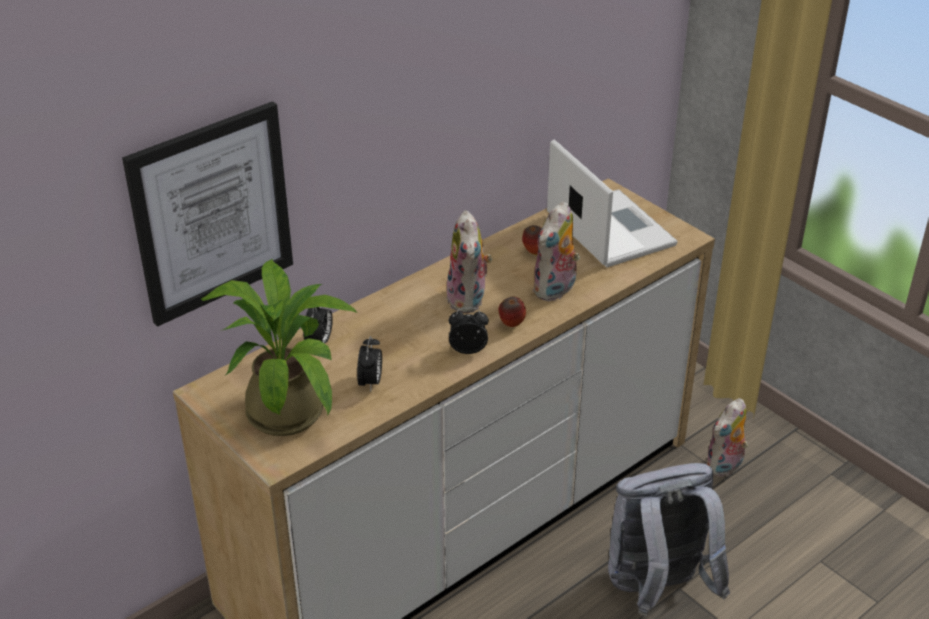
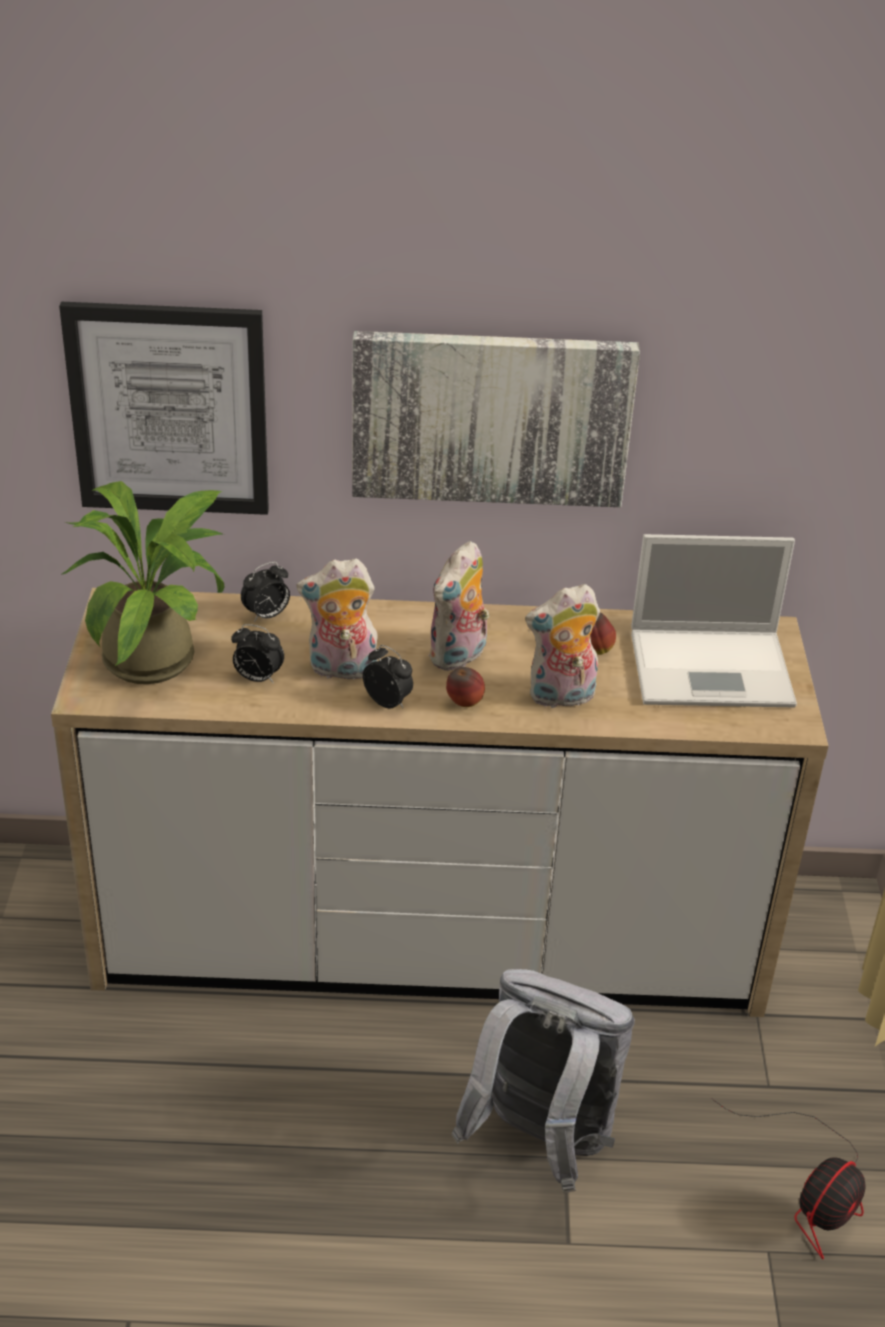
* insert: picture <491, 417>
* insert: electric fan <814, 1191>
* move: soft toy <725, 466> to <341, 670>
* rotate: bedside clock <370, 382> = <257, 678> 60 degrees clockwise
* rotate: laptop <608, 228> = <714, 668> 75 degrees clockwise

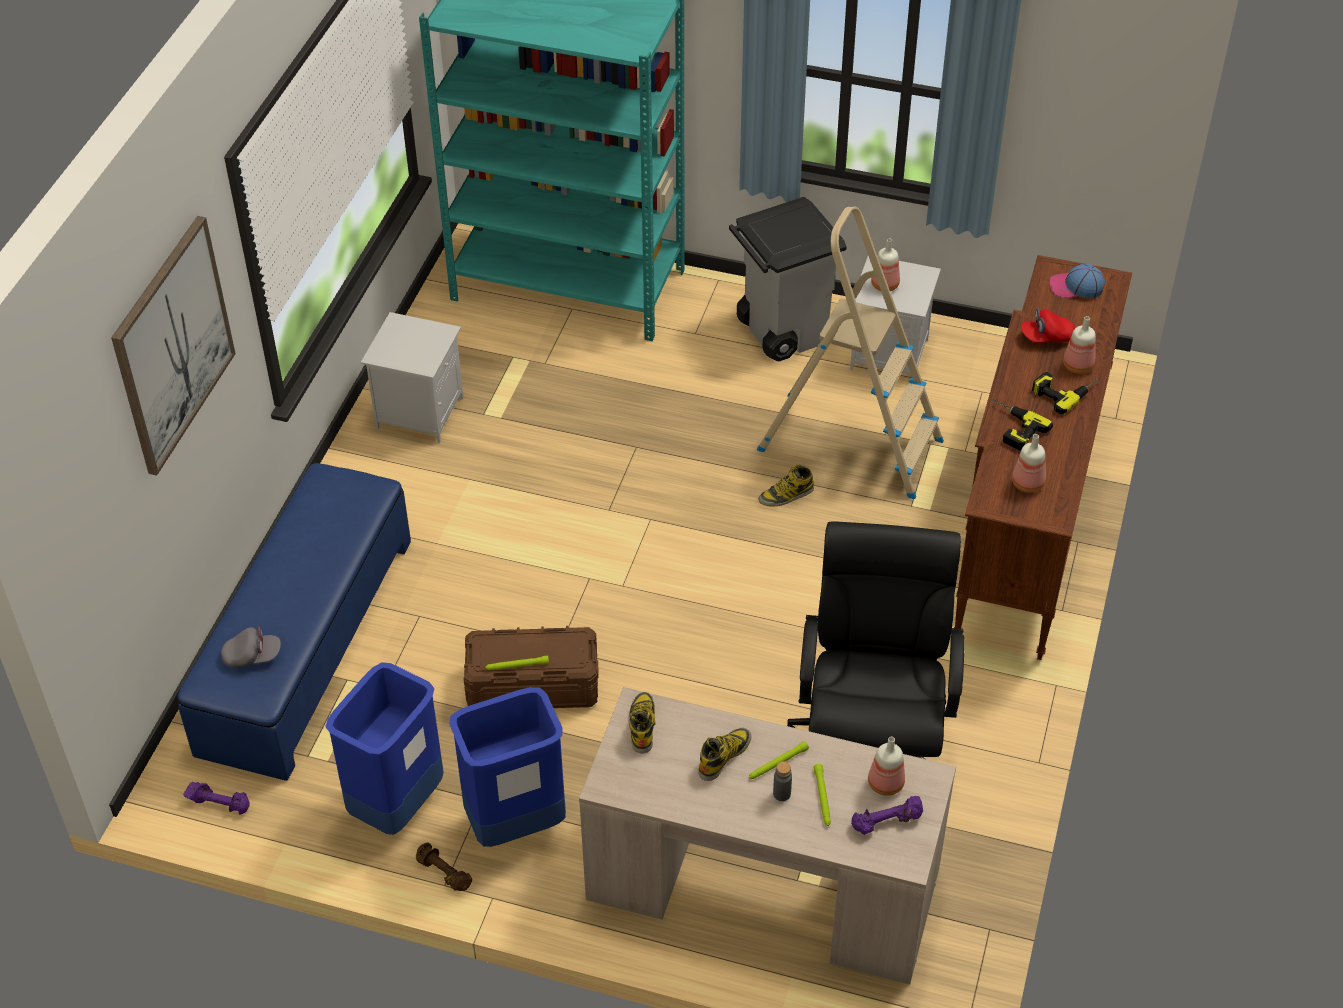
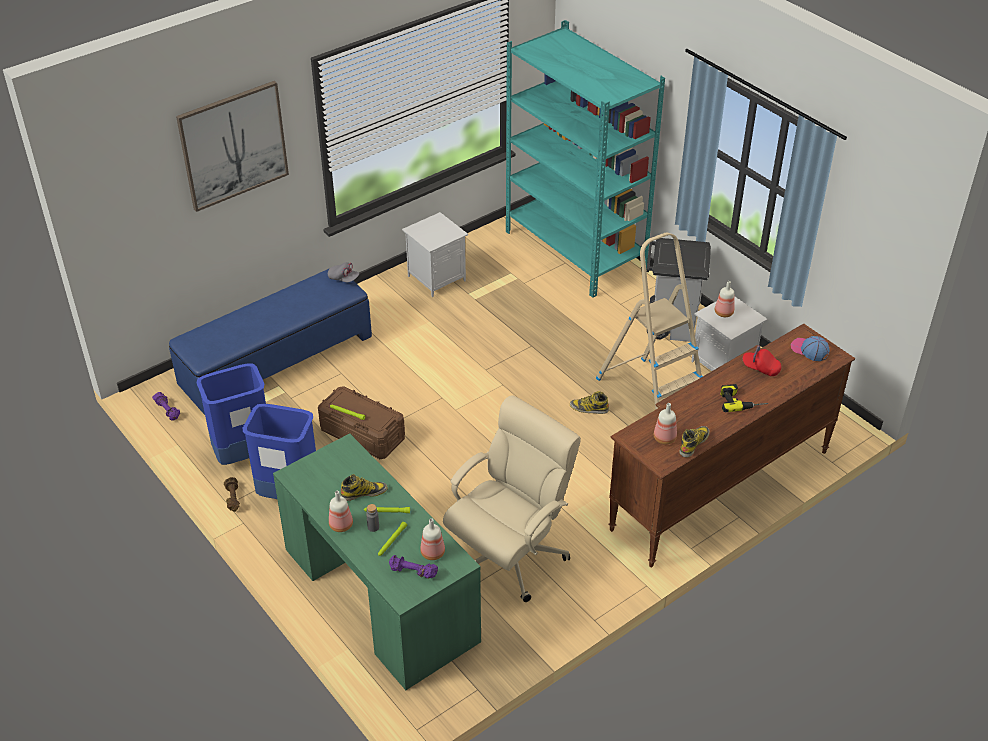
* delete: power drill <1012, 428>
* move: gray peaked cap <252, 656> to <343, 279>
* move: high-top boot <642, 725> to <694, 443>
* move: beverage bottle <1077, 365> to <341, 524>
* recolor: sand-coloured desk table <762, 882> to green-coloured desk table <380, 593>
* recolor: black-coloured office chair <871, 742> to sand-coloured office chair <509, 557>

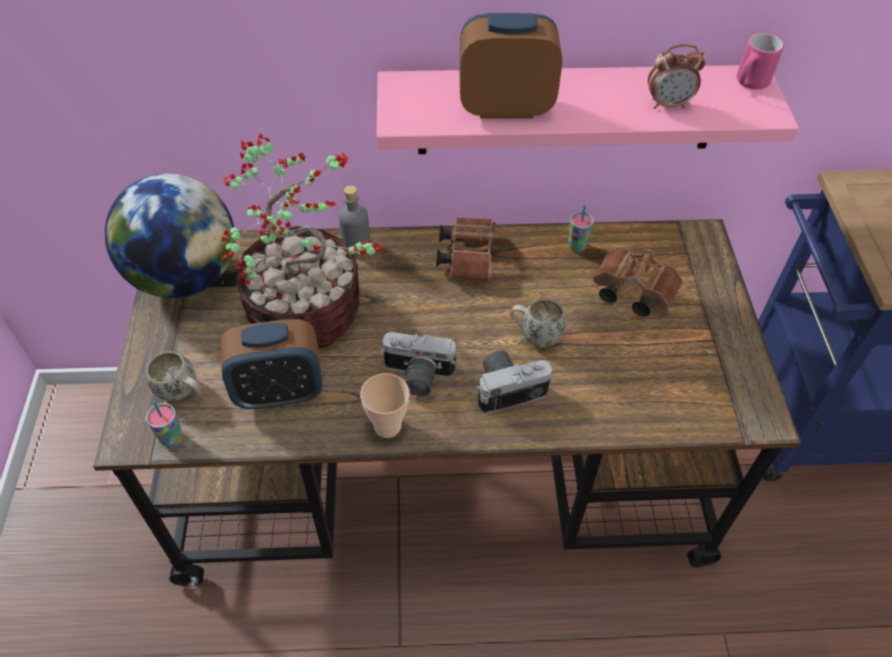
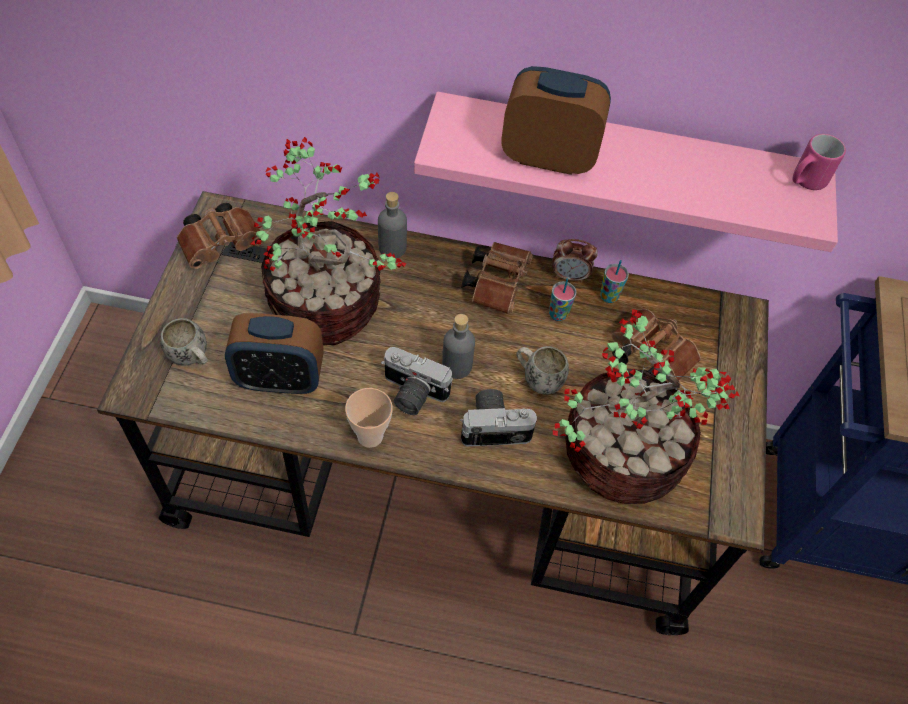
* insert: gray beverage bottle <456, 366>
* insert: plant in a pot <618, 454>
* move: small cup <172, 439> to <558, 314>
* move: bedside clock <668, 104> to <569, 276>
* replace: desk globe <186, 277> to brownish pair of binoculars <223, 244>

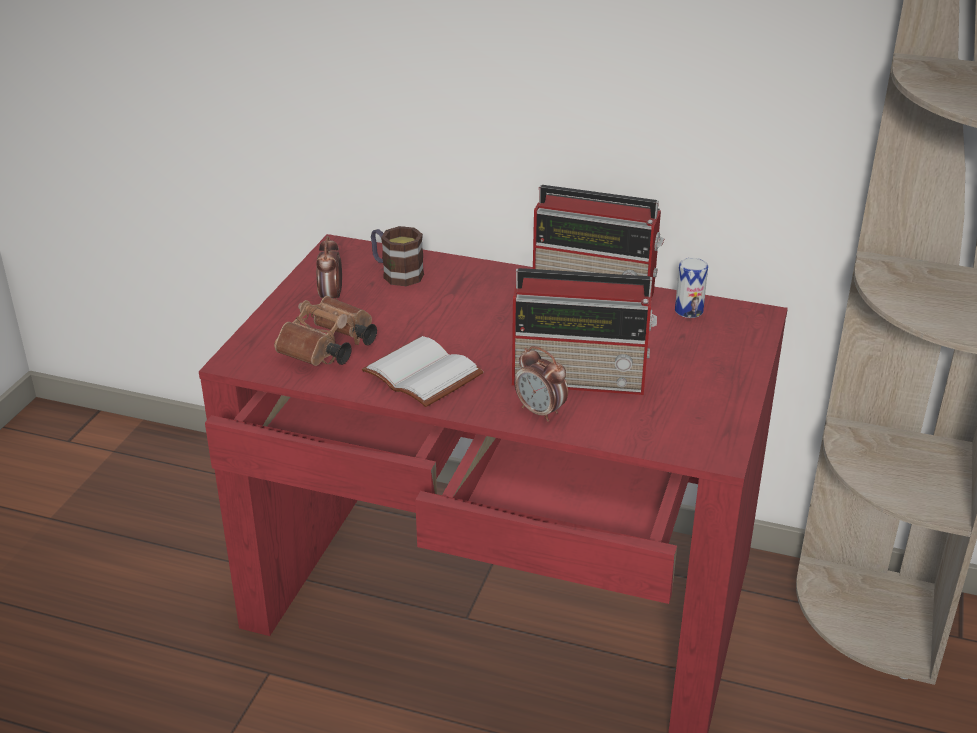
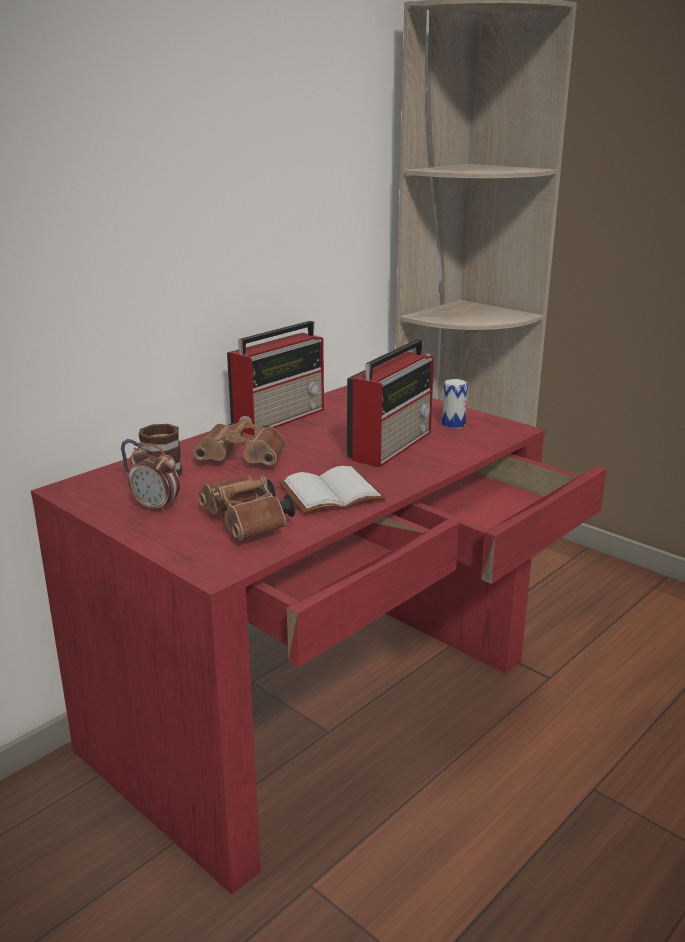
* delete: bedside clock <540, 412>
* insert: brownish pair of binoculars <244, 460>
* move: metal can <689, 310> to <453, 424>

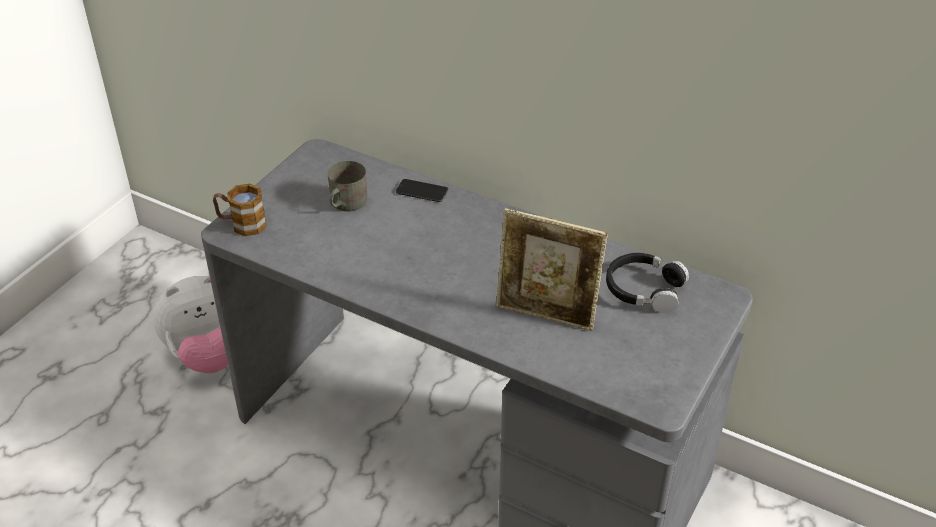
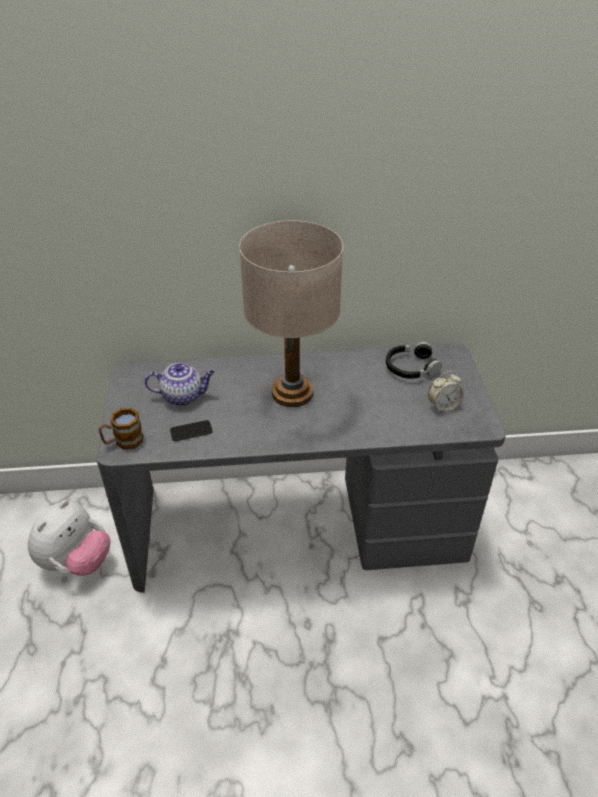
* delete: picture frame <546, 315>
* insert: sand-coloured lamp for a table <292, 393>
* insert: bedside clock <443, 406>
* move: telephone <422, 191> to <191, 431>
* replace: gray mug <345, 203> to pot for tea <183, 396>

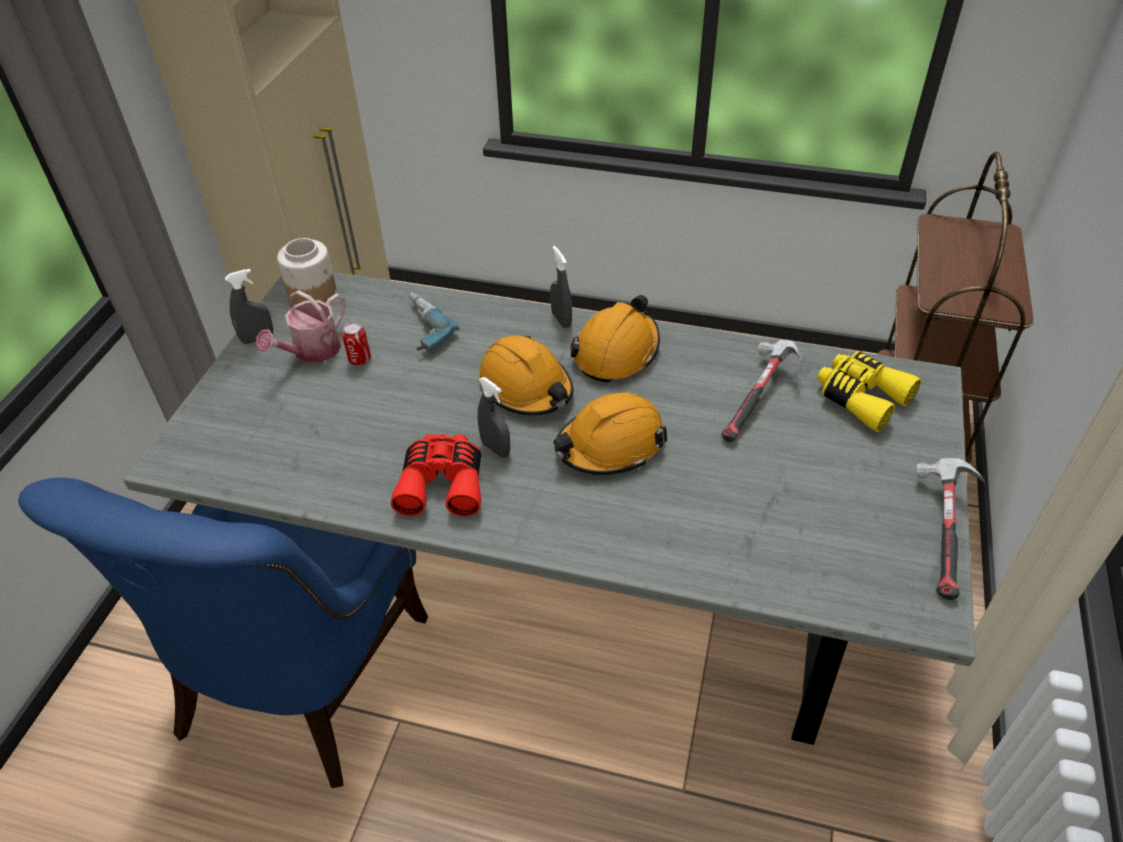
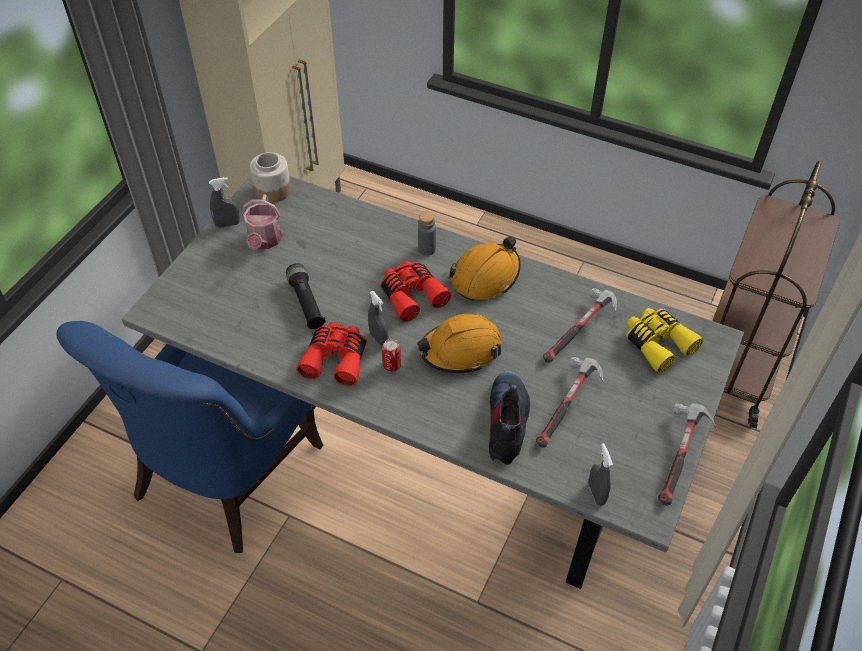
* delete: power drill <420, 328>
* insert: black-coloured torch <306, 303>
* insert: gray beverage bottle <427, 249>
* insert: high-top boot <507, 423>
* insert: hammer <567, 406>
* move: metal can <359, 359> to <392, 365>
* move: gray spray bottle <561, 319> to <596, 494>
* replace: orangey safety helmet <526, 387> to reddish pair of binoculars <412, 295>
* rotate: sprinkling can <312, 351> = <264, 241> 45 degrees counterclockwise

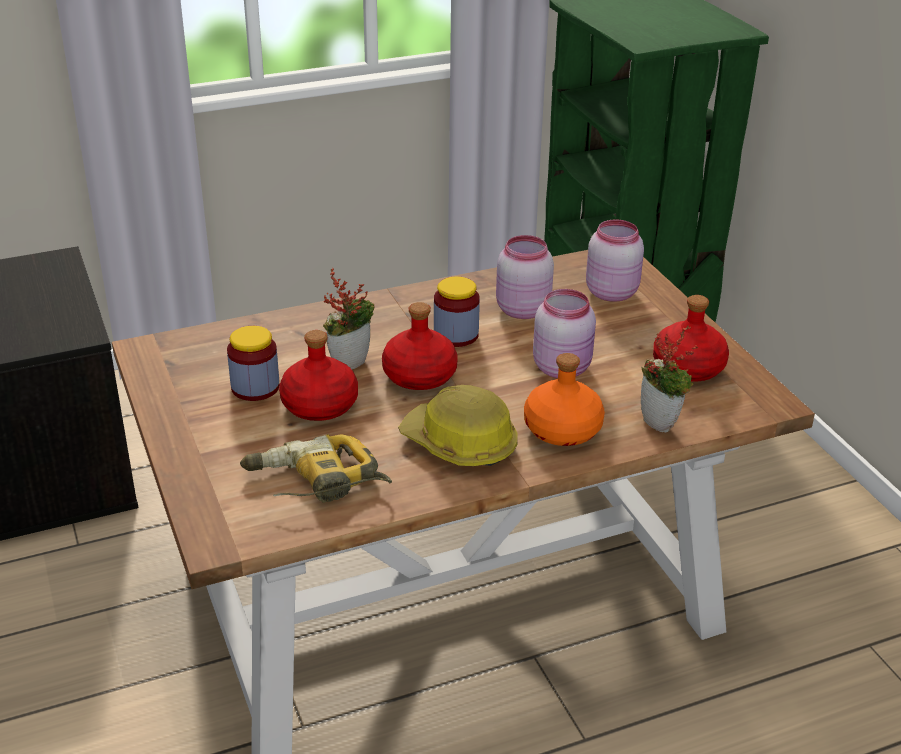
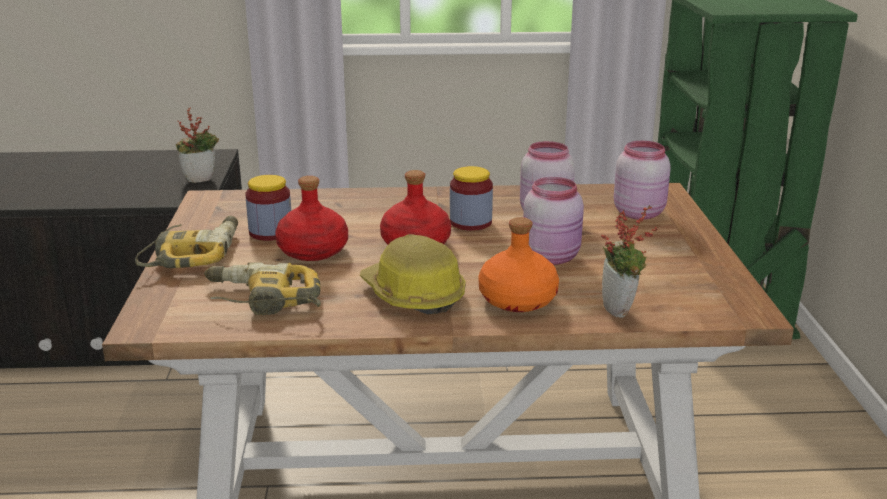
* delete: reddish beverage bottle <689, 368>
* insert: power drill <193, 253>
* move: plant in a pot <350, 361> to <201, 179>

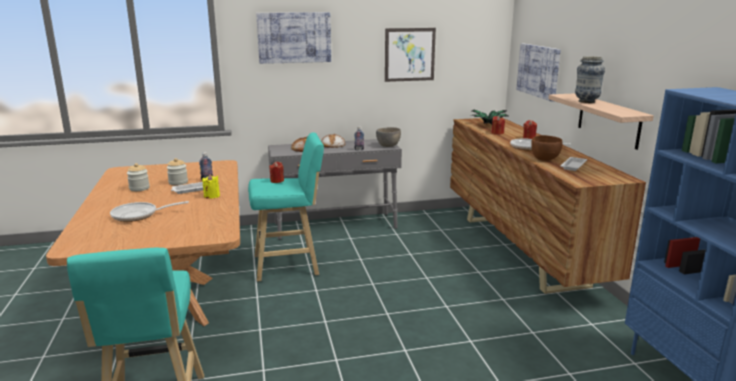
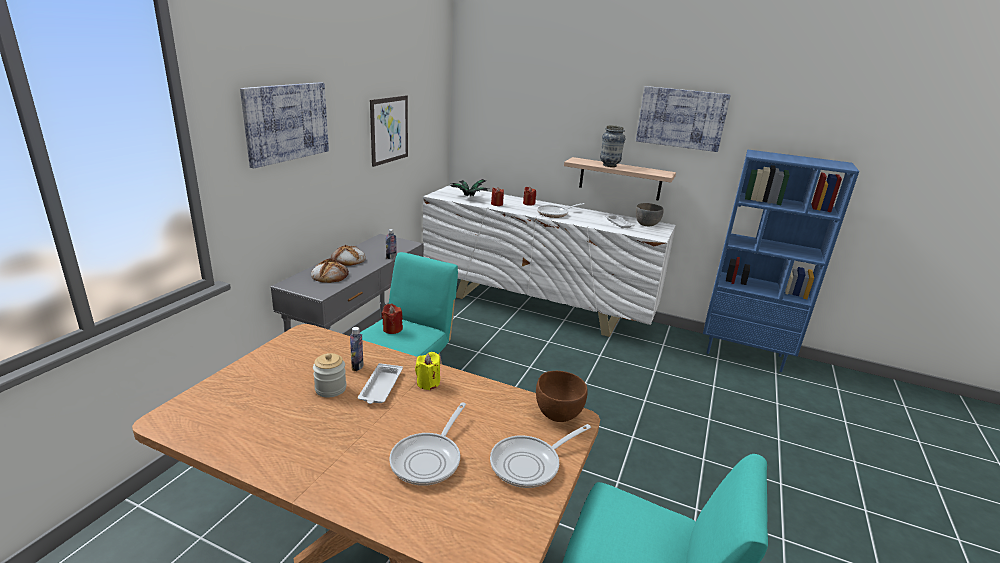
* delete: jar <139, 188>
* insert: skillet <530, 464>
* move: gray deep dish <388, 146> to <647, 225>
* move: picture <538, 71> to <681, 118>
* move: brownish deep dish <545, 159> to <558, 414>
* recolor: brownish storage cabinet <521, 249> to white storage cabinet <536, 307>

